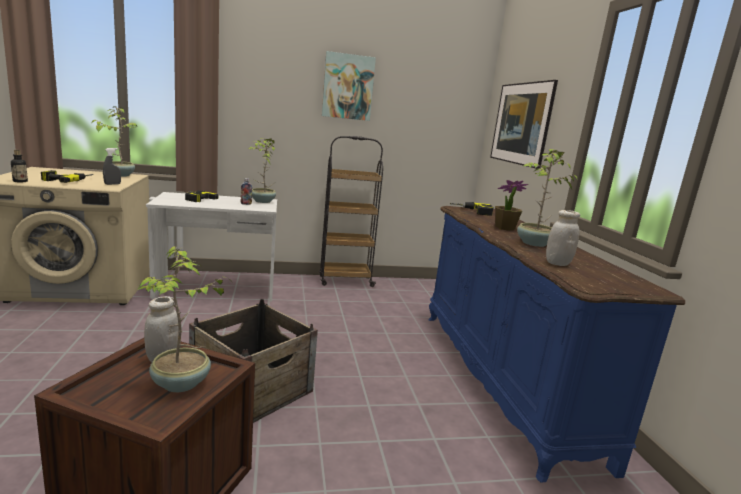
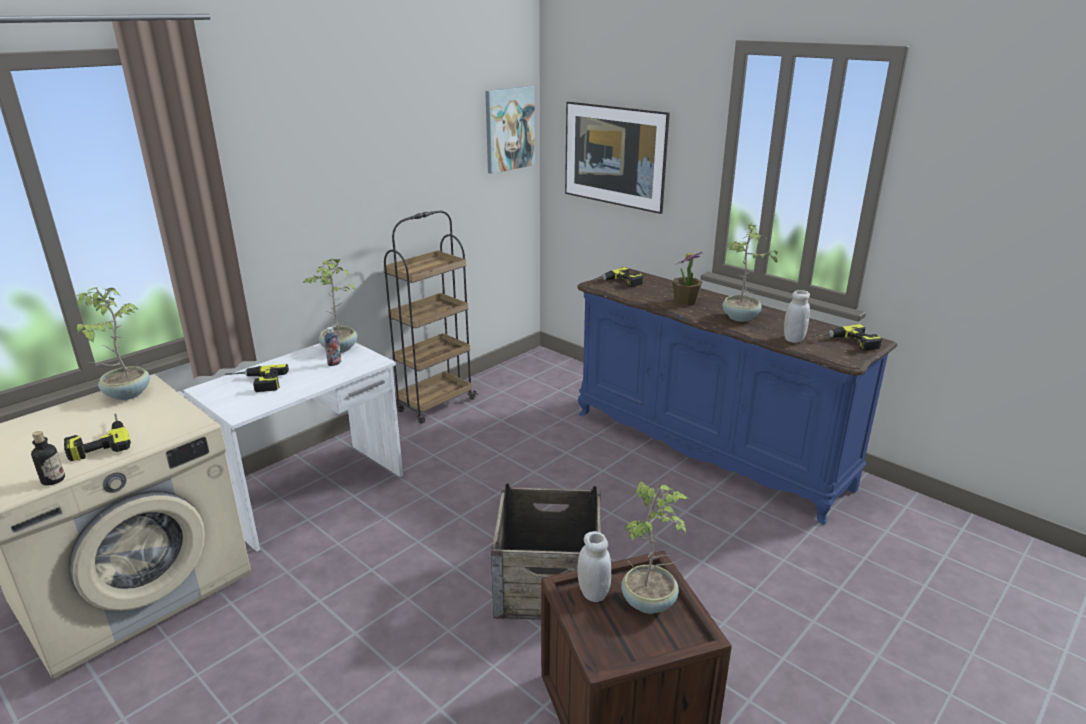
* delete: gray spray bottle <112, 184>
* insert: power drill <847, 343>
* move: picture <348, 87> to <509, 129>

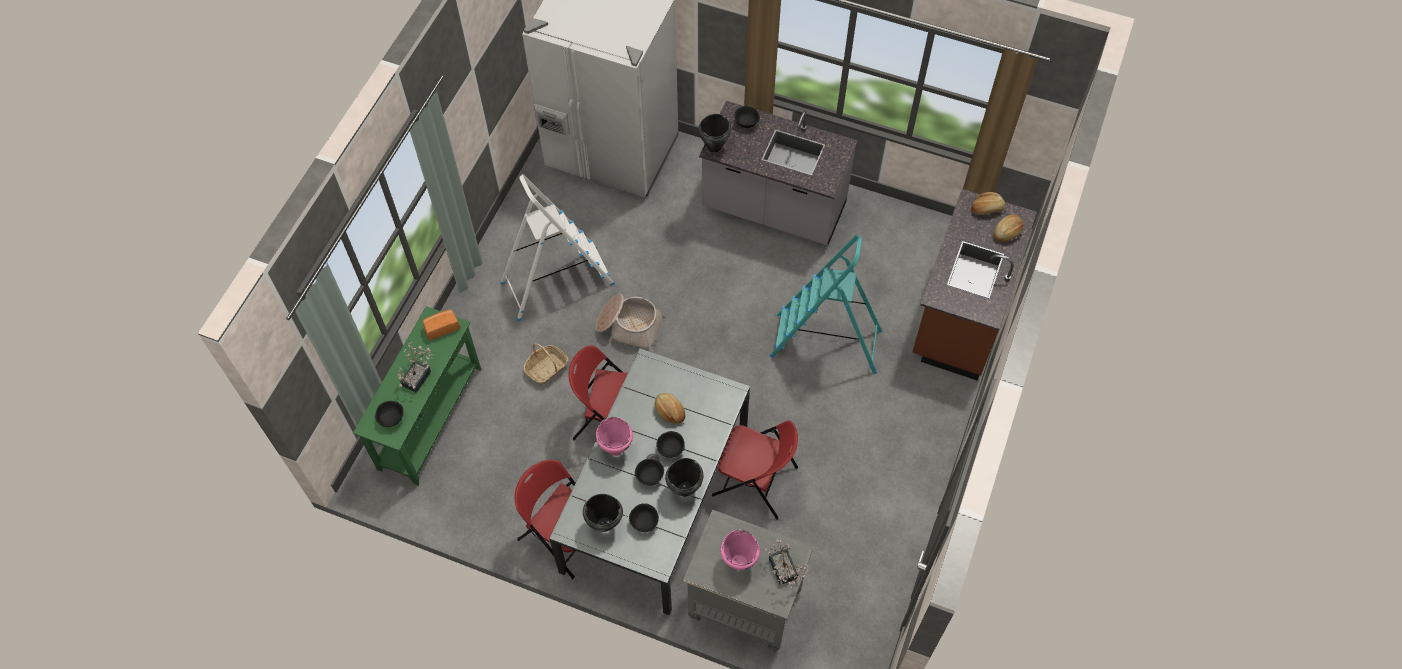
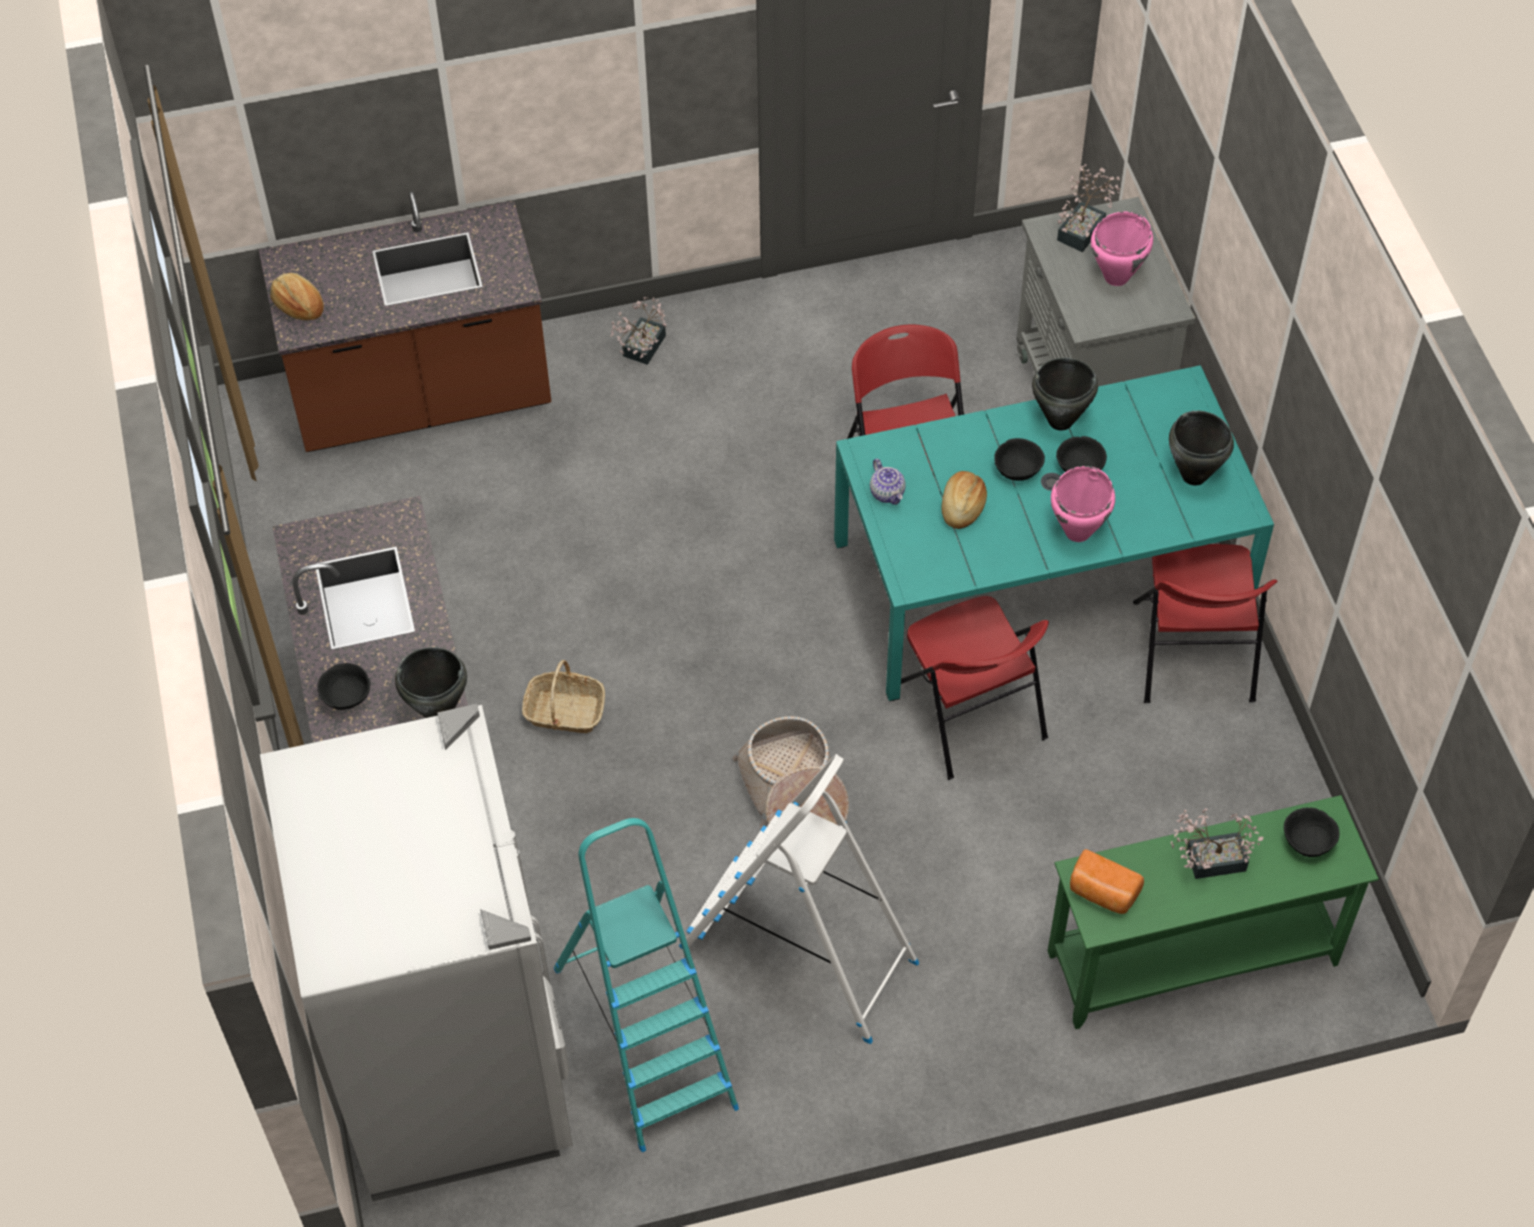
* delete: black-coloured deep dish <644, 522>
* delete: bakery bread <1007, 232>
* insert: plant in a pot <641, 349>
* insert: pot for tea <888, 493>
* move: storage basket <547, 368> to <564, 712>
* move: turquoise-coloured step ladder <825, 343> to <645, 1038>
* recolor: gray dining table <656, 498> to turquoise-coloured dining table <1039, 580>

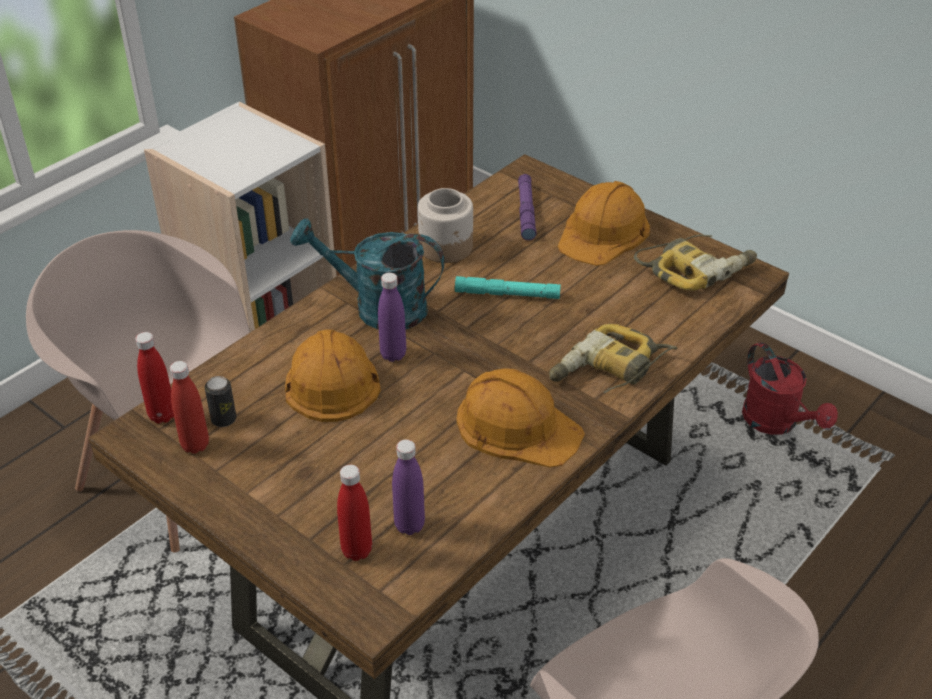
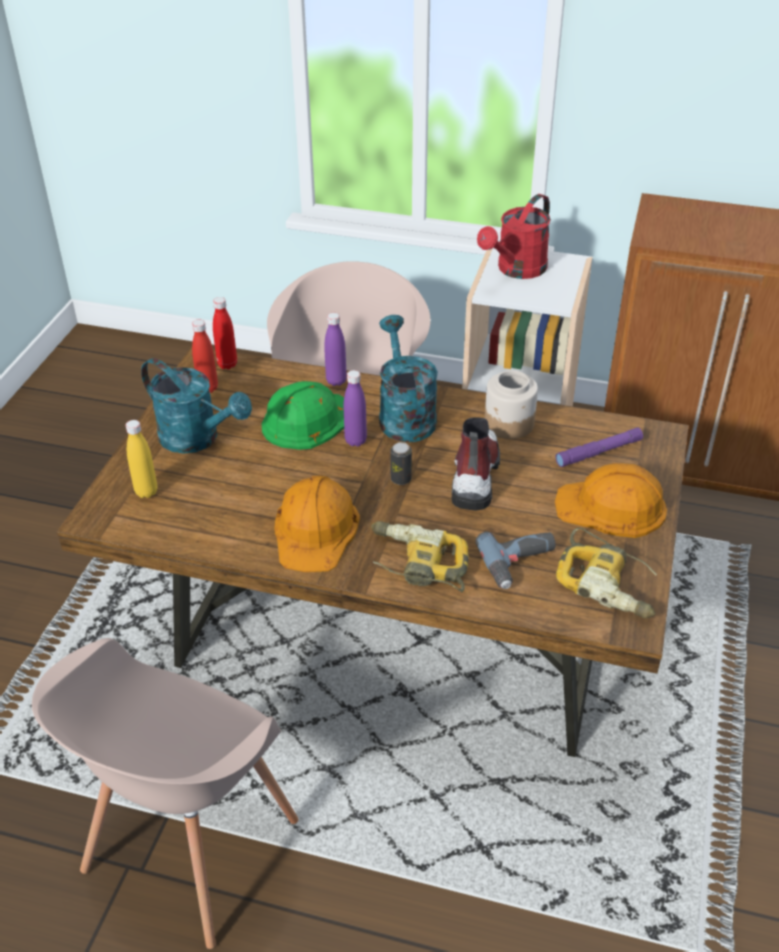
* insert: turquoise-coloured sprinkling can <197, 439>
* insert: power drill <520, 564>
* move: metal can <223, 419> to <401, 479>
* move: purple-coloured beverage bottle <409, 525> to <336, 381>
* move: reddish sprinkling can <776, 424> to <516, 270>
* replace: turquoise-coloured torch <507, 294> to high-top boot <474, 476>
* recolor: orangey safety helmet <330, 379> to green-coloured safety helmet <308, 421>
* recolor: reddish beverage bottle <357, 550> to yellowish beverage bottle <146, 492>

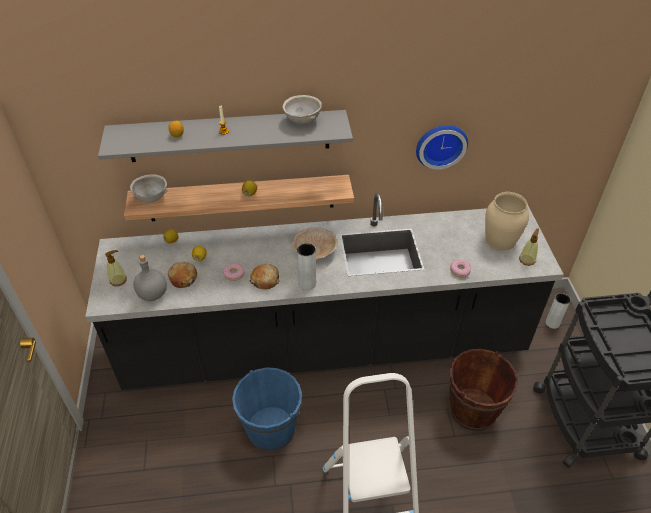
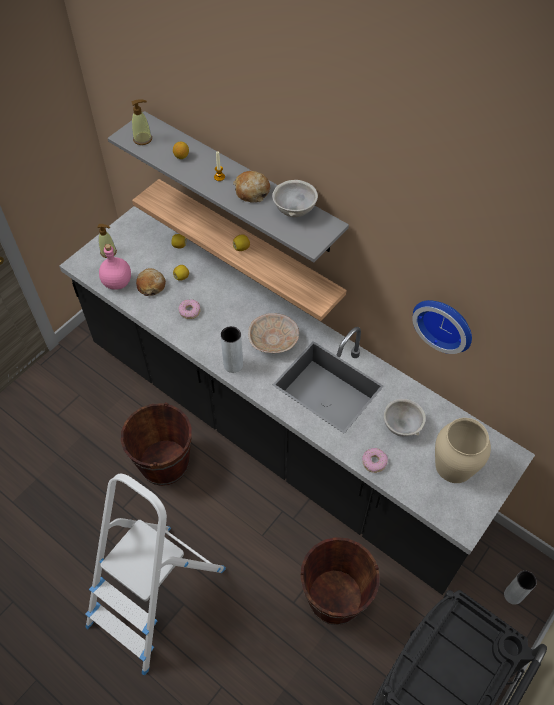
* move: gray deep dish <151, 198> to <402, 425>
* move: bakery bread <265, 280> to <252, 191>
* move: soap bottle <527, 260> to <143, 139>
* recolor: gray beverage bottle <153, 294> to pink-coloured beverage bottle <118, 283>
* recolor: blue bucket <271, 429> to brownish bucket <164, 463>

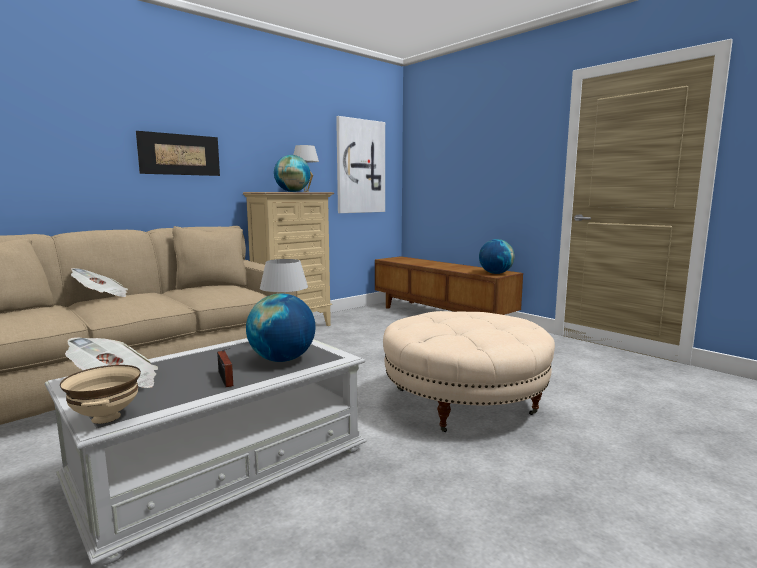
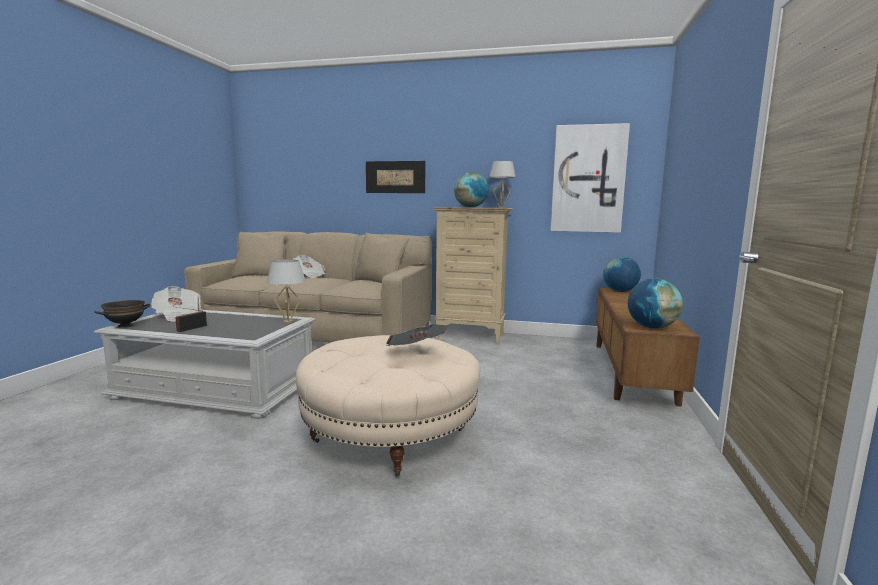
* insert: daily paper <415, 352>
* move: desk globe <282, 360> to <620, 291>
* recolor: sand-coloured deep dish <105, 417> to black-coloured deep dish <125, 325>

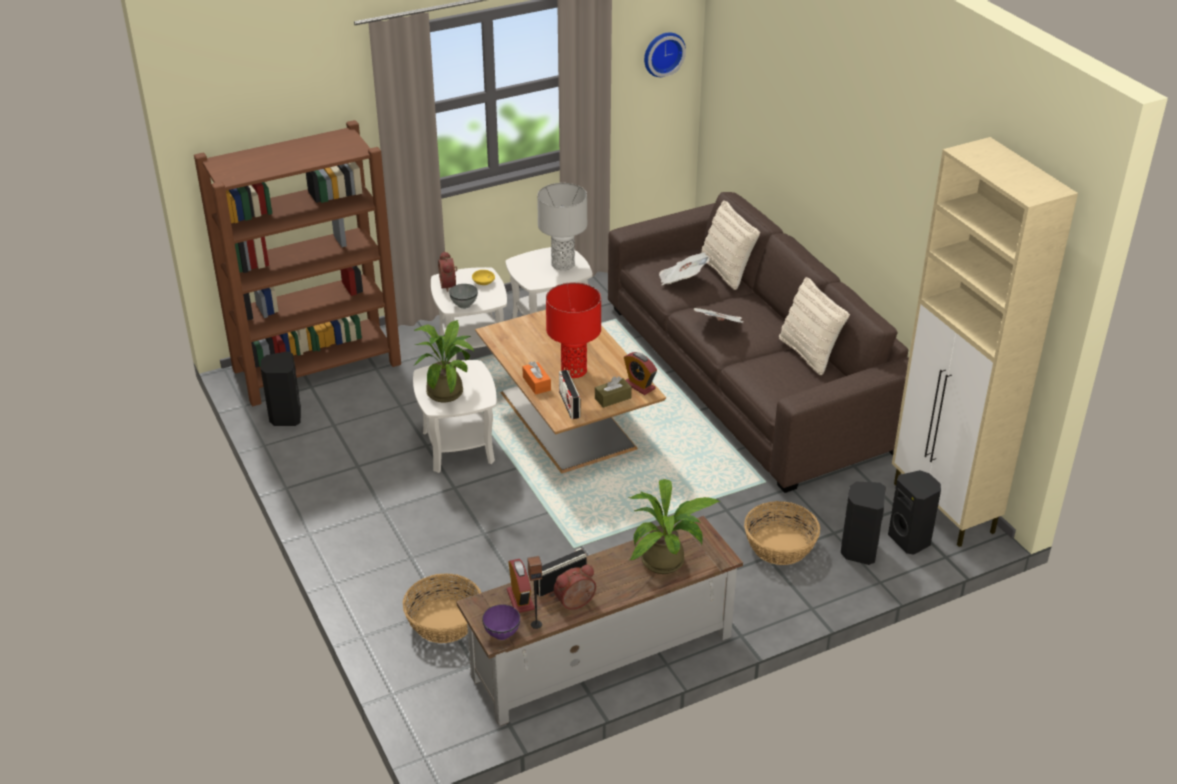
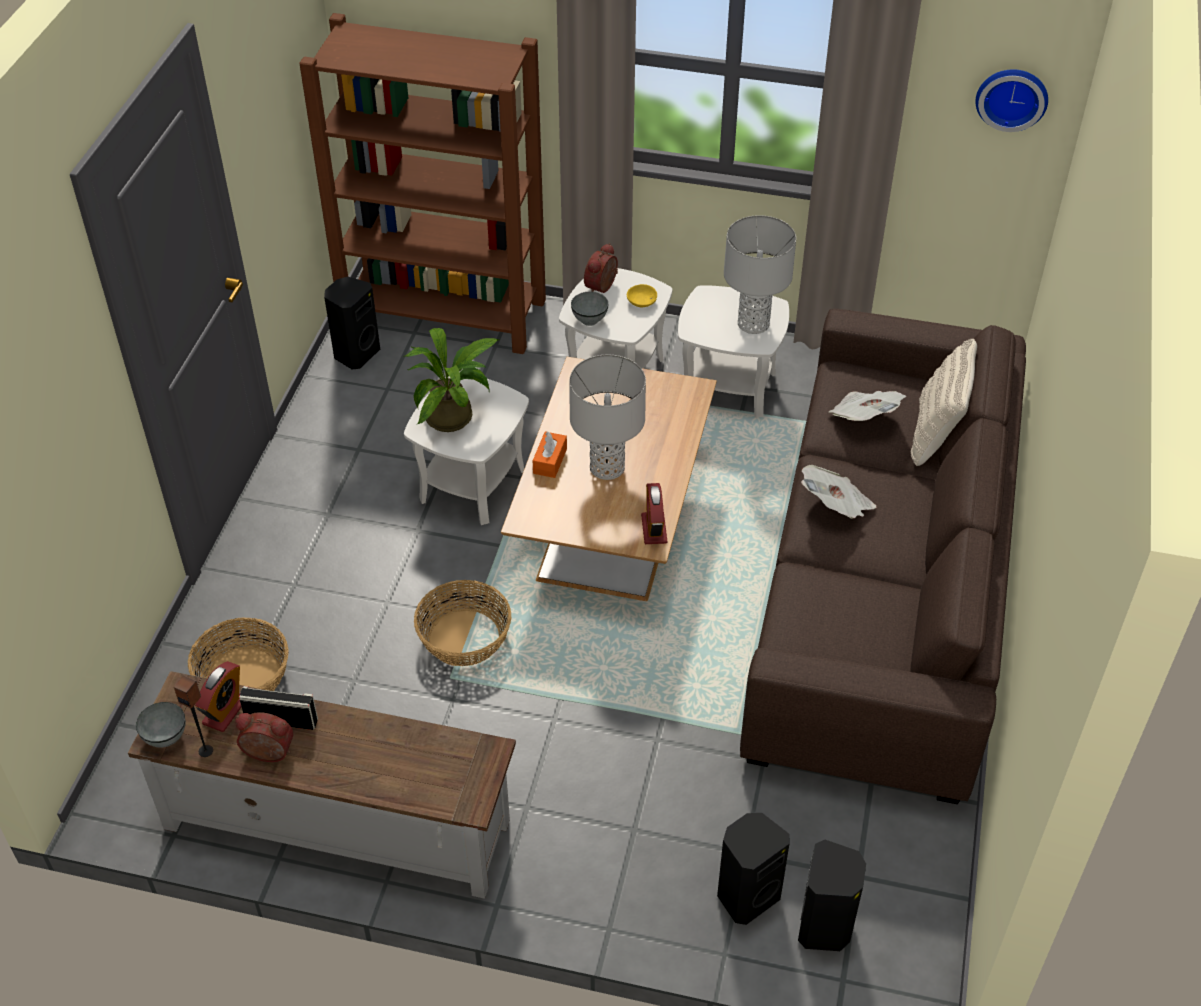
* delete: radio <569, 405>
* delete: brownish tissue holder <613, 398>
* delete: plant in a pot <668, 561>
* delete: sand-coloured throw pillow <809, 355>
* delete: sand-coloured storage cabinet <944, 509>
* move: storage basket <780, 546> to <464, 639>
* recolor: purple-coloured deep dish <502, 633> to gray deep dish <166, 738>
* recolor: reddish lamp for a table <574, 370> to white lamp for a table <608, 467>

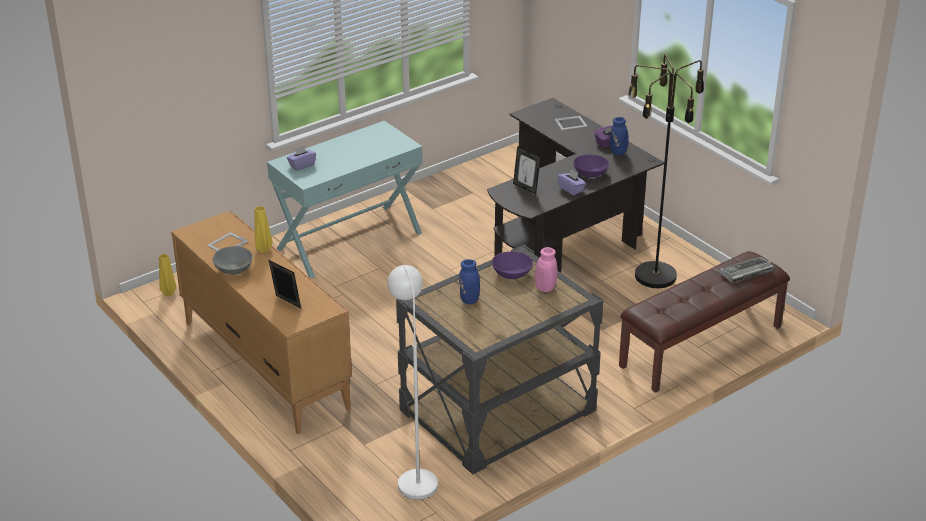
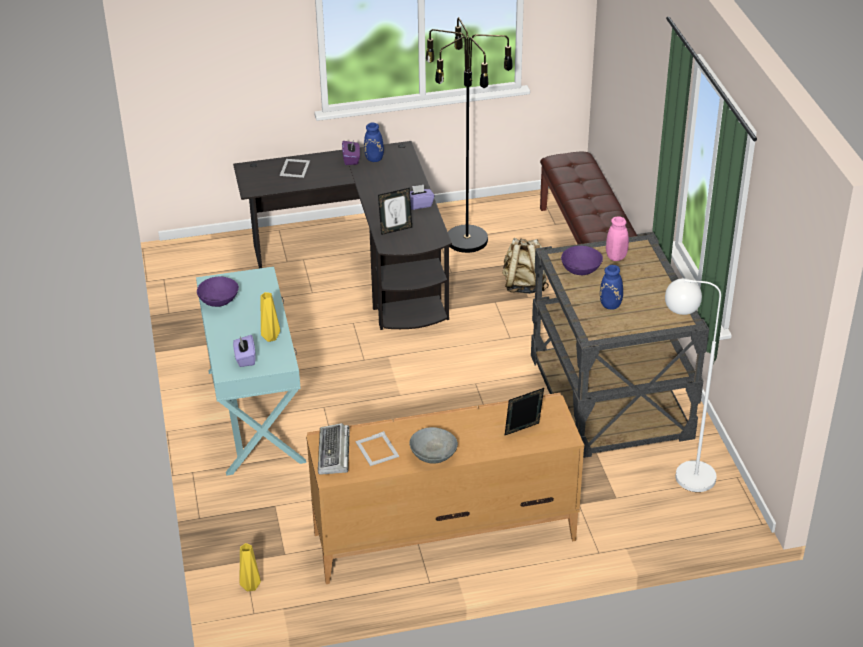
* insert: sand-coloured knapsack <524, 285>
* move: yellowish vase <263, 250> to <271, 338>
* move: purple-coloured deep dish <590, 174> to <219, 300>
* move: keyboard <745, 273> to <334, 453>

